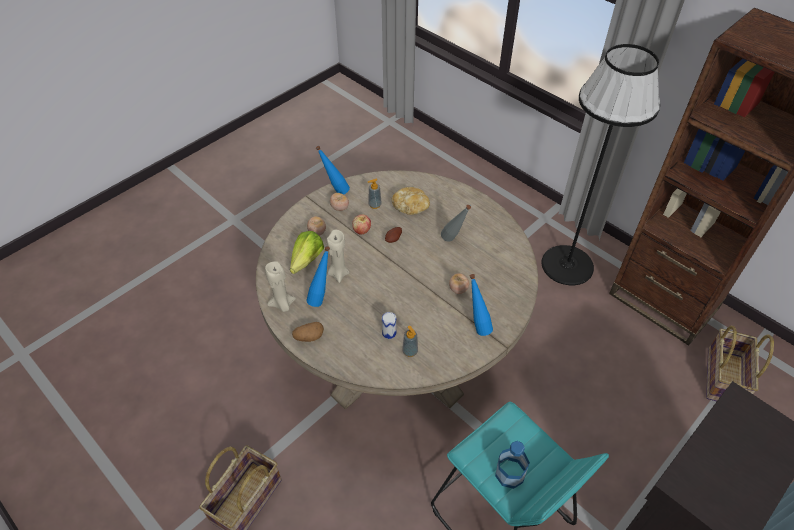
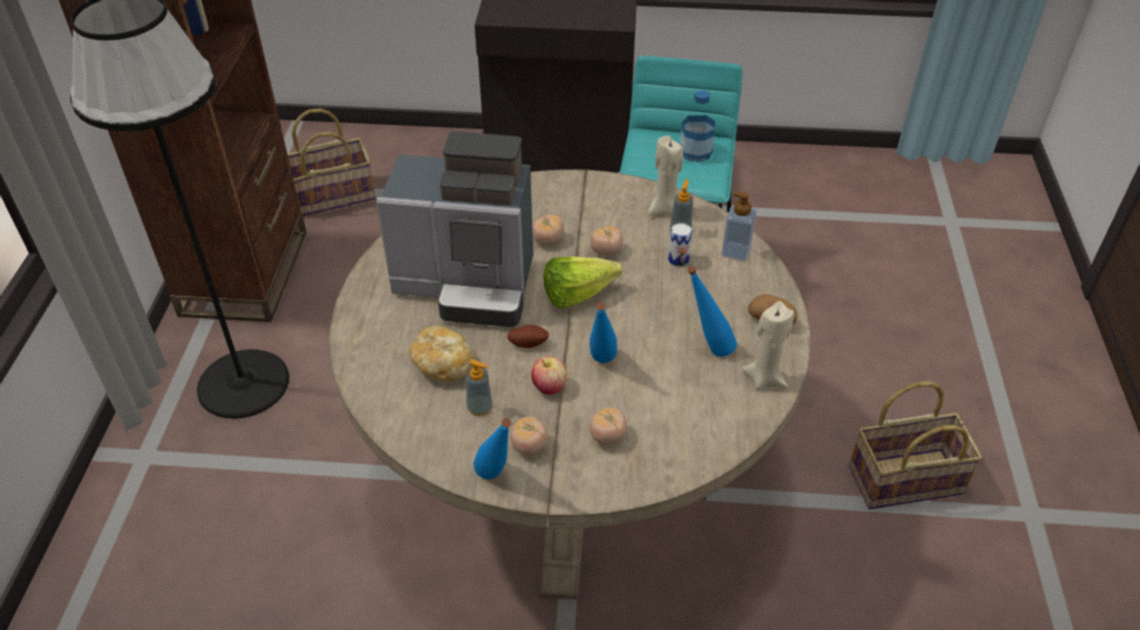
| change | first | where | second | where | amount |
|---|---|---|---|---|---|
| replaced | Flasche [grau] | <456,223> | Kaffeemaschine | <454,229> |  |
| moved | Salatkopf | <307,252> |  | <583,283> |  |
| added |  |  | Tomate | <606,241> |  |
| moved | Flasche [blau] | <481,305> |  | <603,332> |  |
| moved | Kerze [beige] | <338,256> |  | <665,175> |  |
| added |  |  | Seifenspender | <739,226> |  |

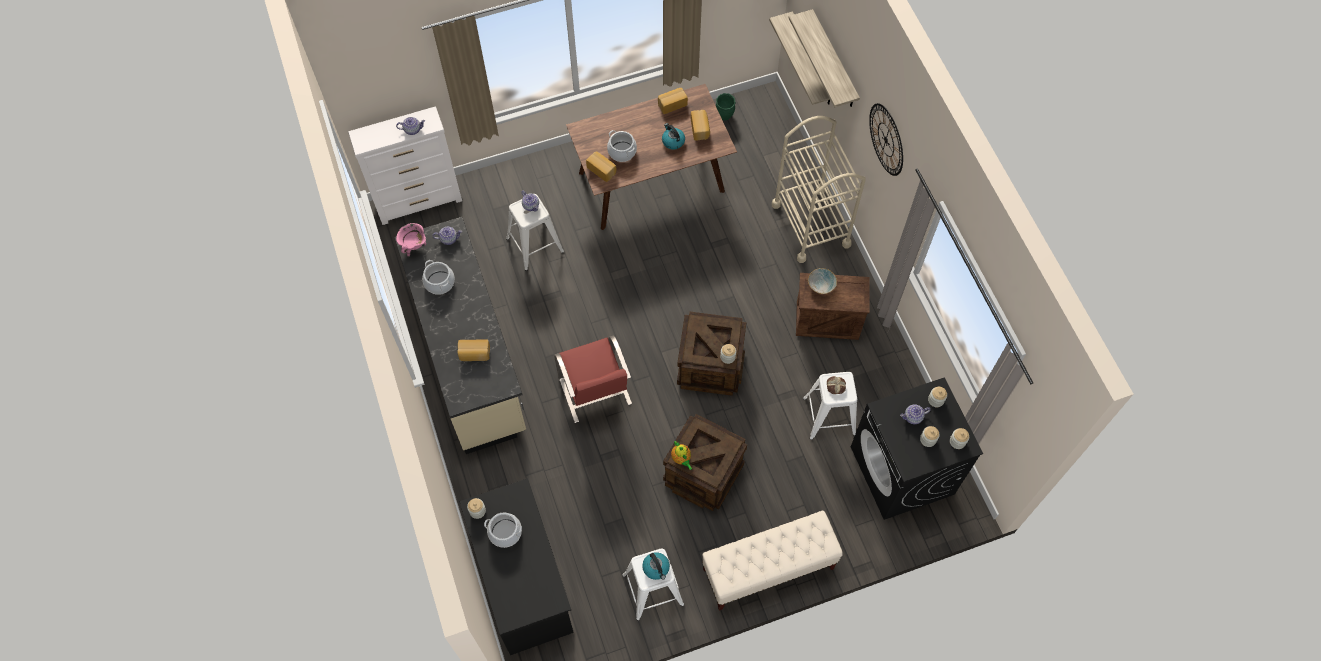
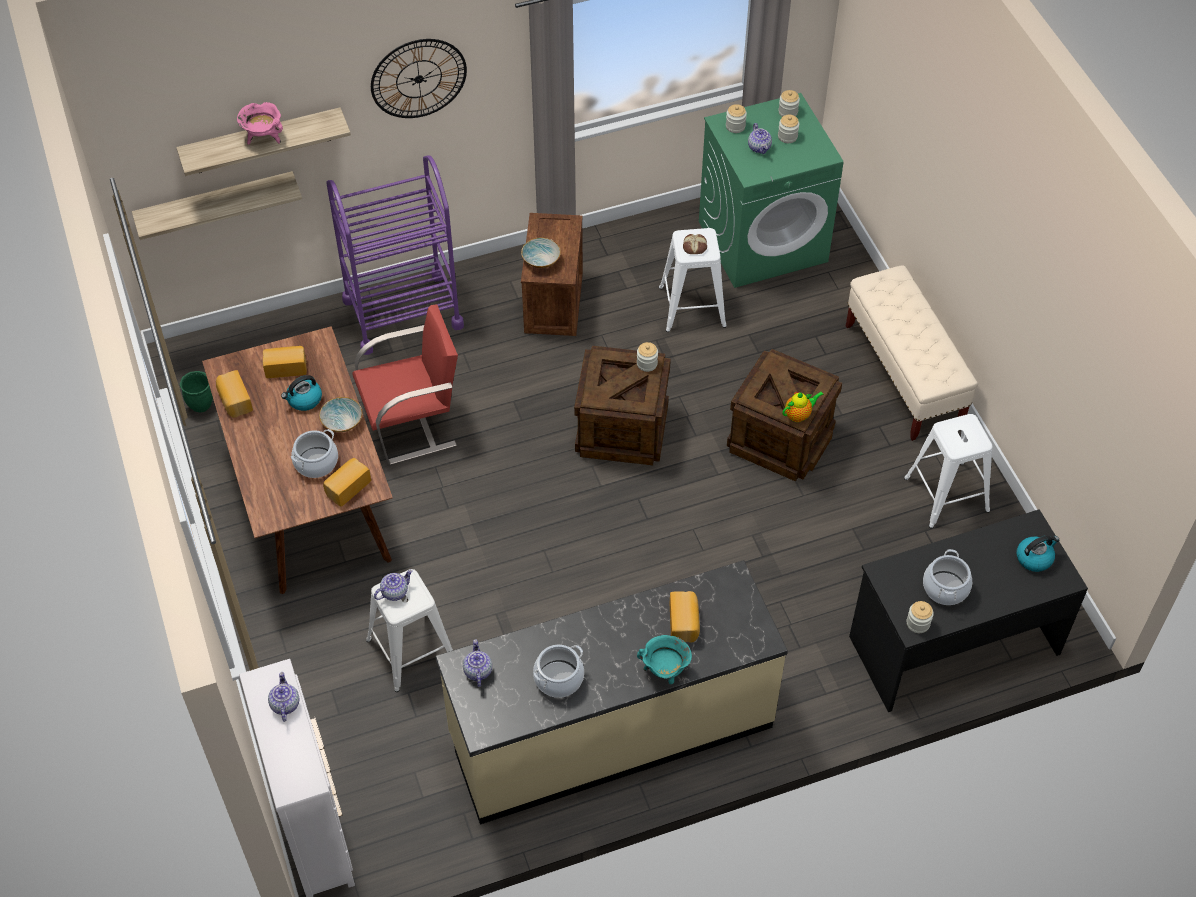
| change | first | where | second | where | amount |
|---|---|---|---|---|---|
| moved | Kochtopf [rosa] | <411,240> |  | <260,123> |  |
| added |  |  | Schüssel | <340,414> |  |
| recoloured | Rollwagen [beige] | <819,189> | Rollwagen [lila] | <395,255> |  |
| moved | Stuhl [rot] | <593,379> |  | <405,385> |  |
| added |  |  | Kochtopf [türkis] | <664,659> |  |
| recoloured | Waschmaschine [schwarz] | <917,448> | Waschmaschine [grün] | <771,190> |  |
| moved | Wasserkessel | <656,566> |  | <1037,553> |  |

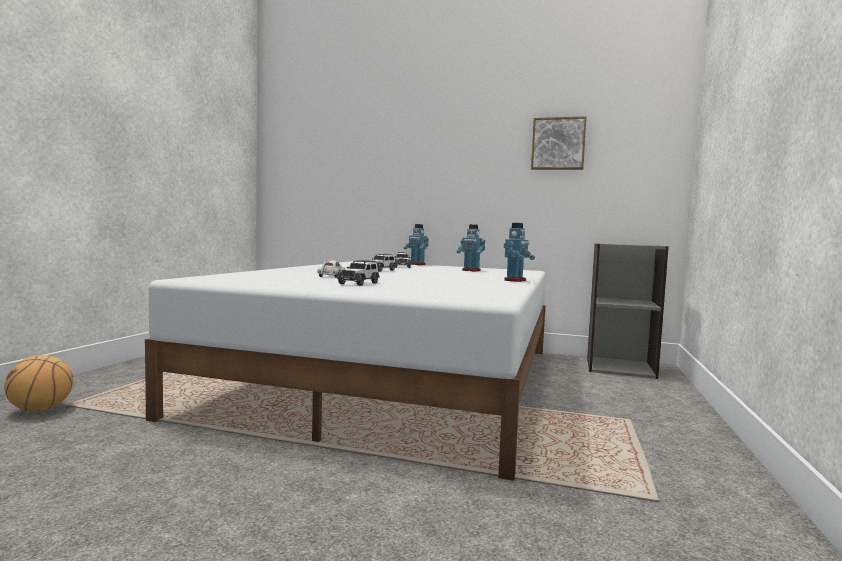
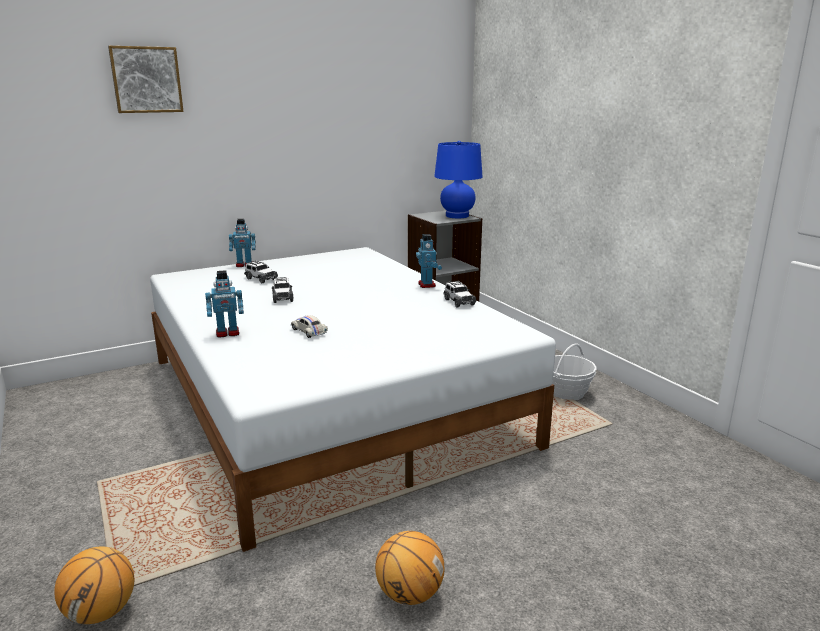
| change | first | where | second | where | amount |
|---|---|---|---|---|---|
| moved | Bild | <559,143> |  | <146,79> |  |
| moved | Spielzeugroboter | <470,248> |  | <224,303> |  |
| added |  |  | Basketball | <409,568> |  |
| added |  |  | Tischlampe [blau] | <458,179> |  |
| moved | Spielzeugauto | <358,273> |  | <459,294> |  |
| added |  |  | Korb | <574,371> |  |

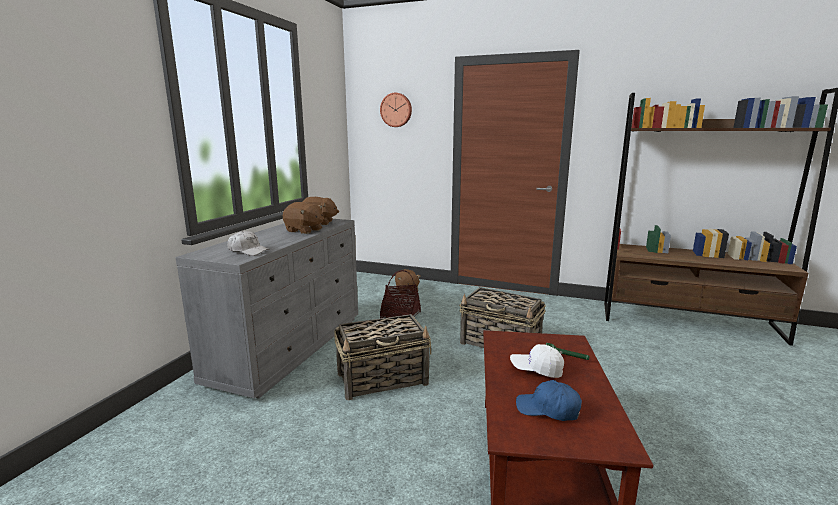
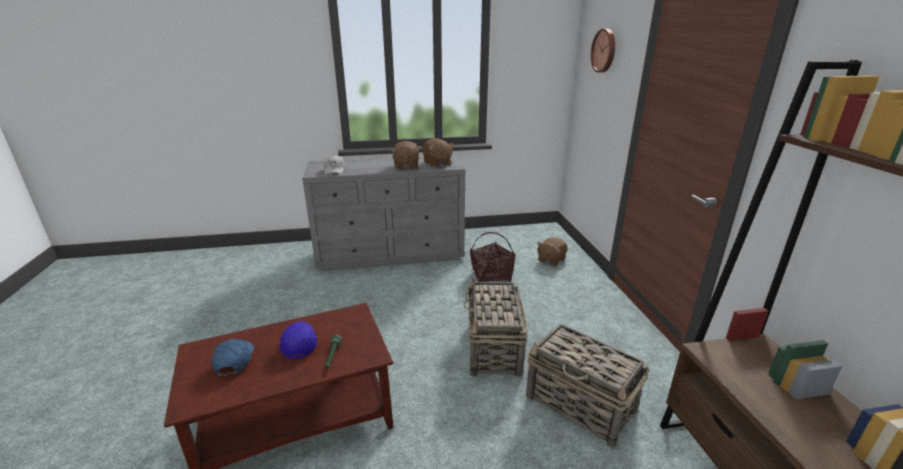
| change | first | where | second | where | amount |
|---|---|---|---|---|---|
| recoloured | Kappe [weiß] | <537,361> | Kappe [blau] | <298,340> |  |
| moved | Korb | <382,357> |  | <587,385> |  |

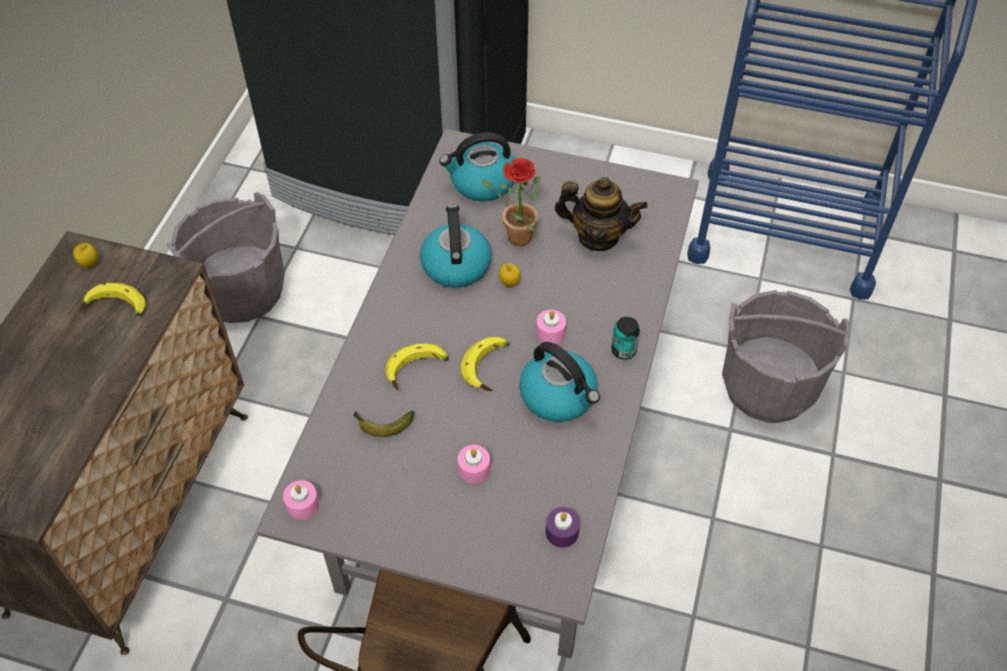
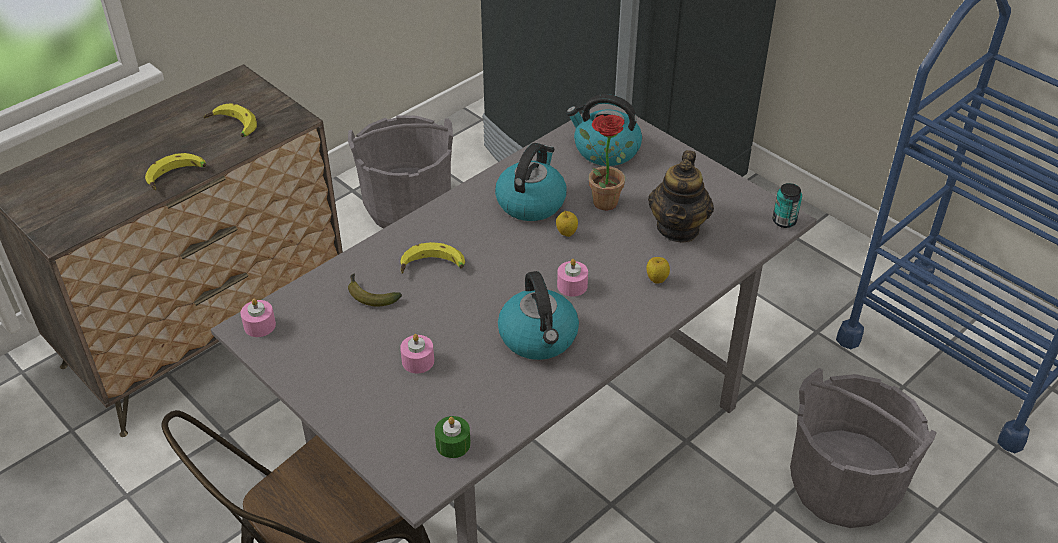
| change | first | where | second | where | amount |
|---|---|---|---|---|---|
| moved | Banane | <485,363> |  | <175,172> |  |
| recoloured | Kerze [lila] | <563,527> | Kerze [grün] | <453,437> |  |
| moved | Apfel | <85,255> |  | <658,270> |  |
| turned | Teekanne | <601,214> |  | <681,196> | 60 degrees clockwise |
| moved | Dose | <625,338> |  | <787,205> |  |

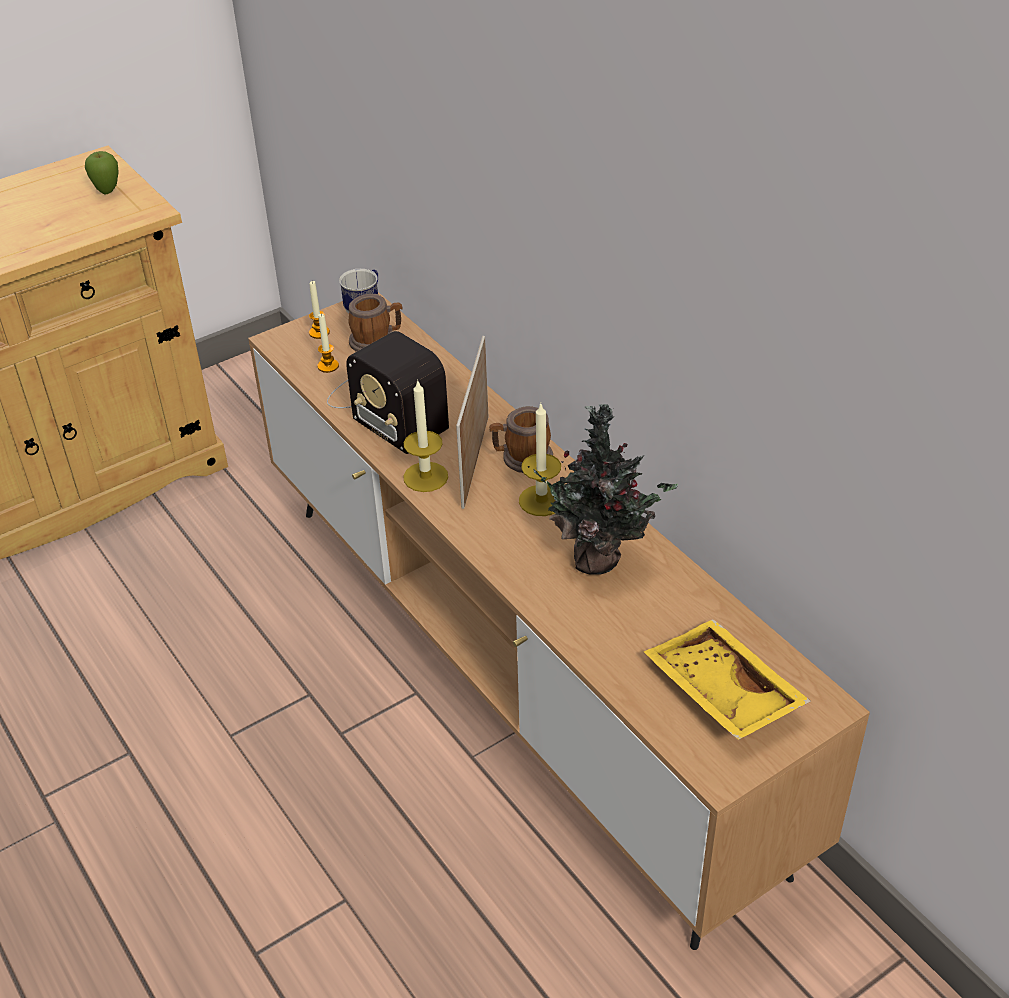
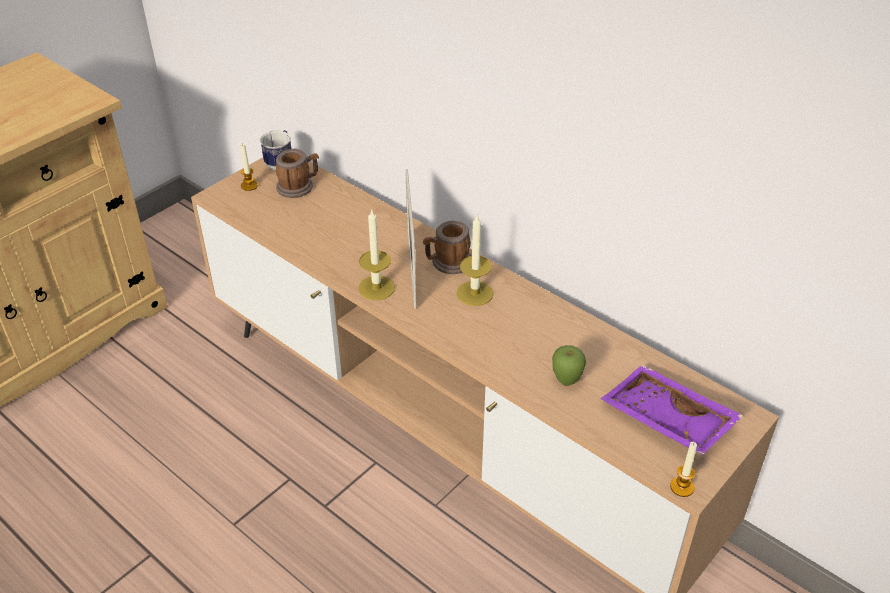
| change | first | where | second | where | amount |
|---|---|---|---|---|---|
| moved | Apfel | <102,172> |  | <569,365> |  |
| recoloured | Tablett [gelb] | <727,679> | Tablett [lila] | <672,410> |  |
| moved | Kerze | <328,343> |  | <683,469> |  |
| removed | Radio | <388,392> |  |  |  |
| removed | Topfpflanze | <603,489> |  |  |  |

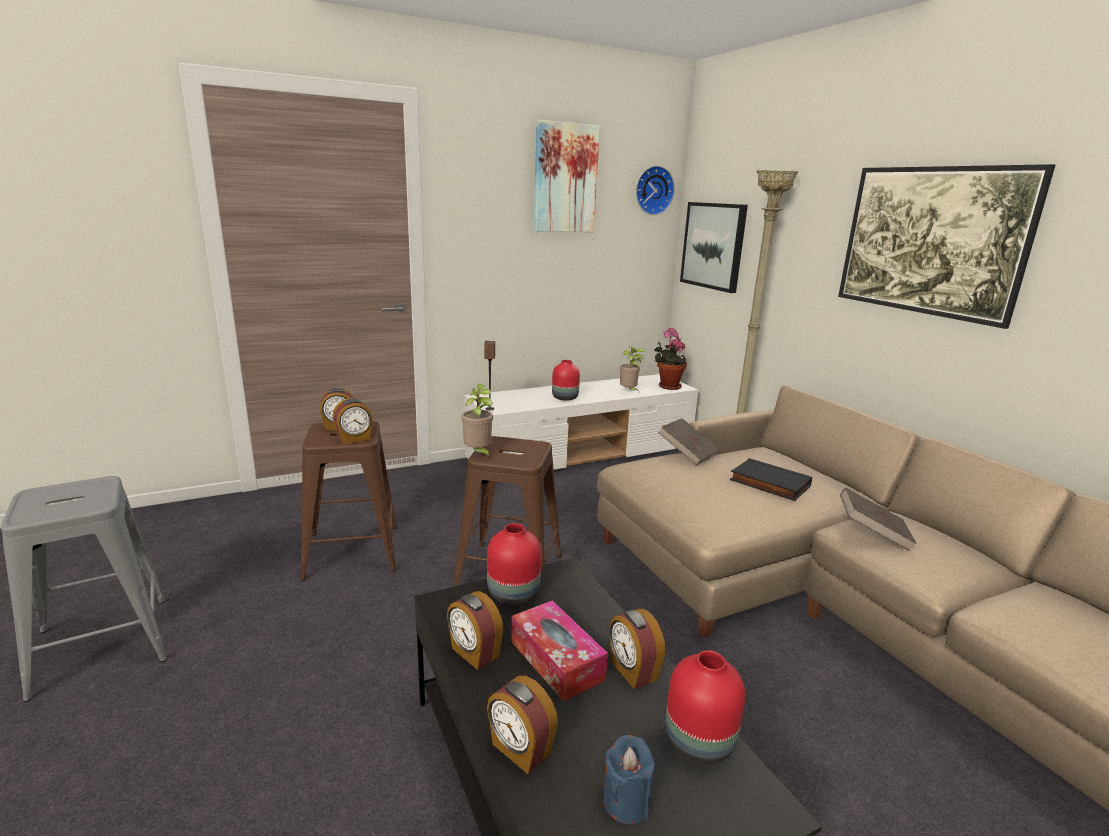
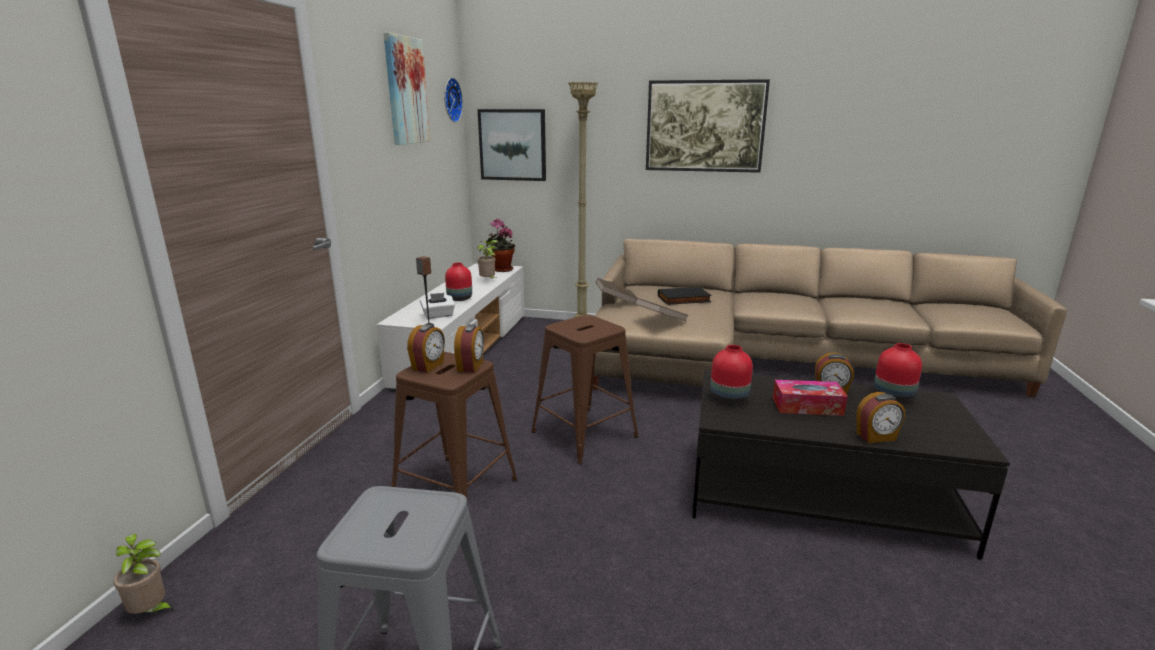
| change | first | where | second | where | amount |
|---|---|---|---|---|---|
| moved | Topfpflanze | <477,422> |  | <143,574> |  |
| added |  |  | Taschentuchbox [weiß] | <437,306> |  |
| moved | Buch [braun] | <878,519> |  | <661,309> |  |
| removed | Wecker | <475,630> |  |  |  |
| removed | Kerze [blau] | <629,779> |  |  |  |

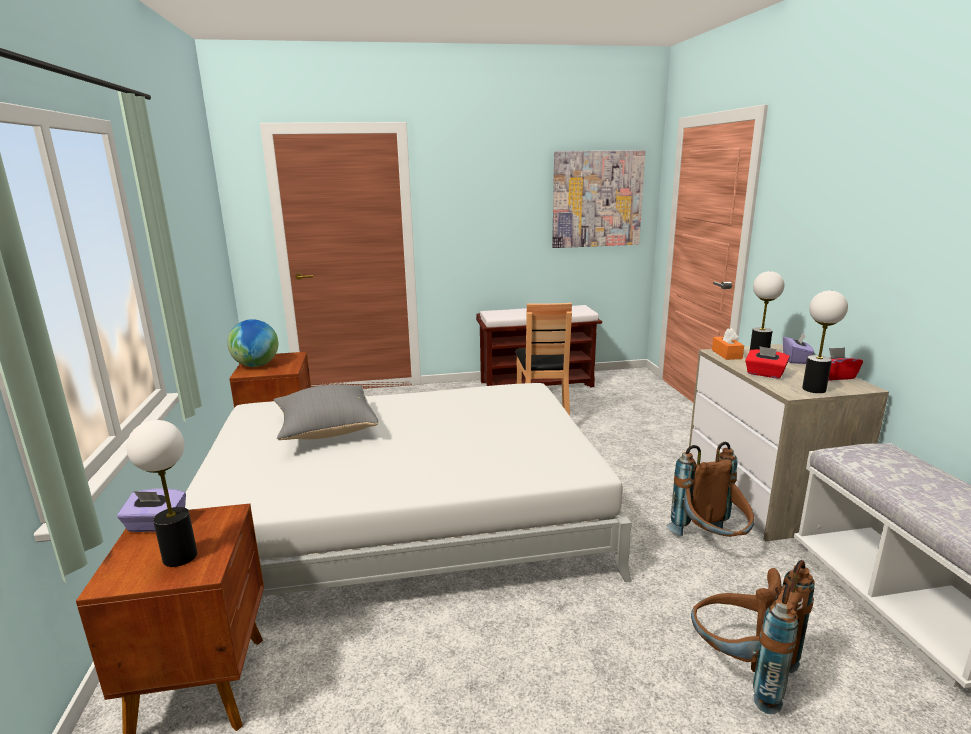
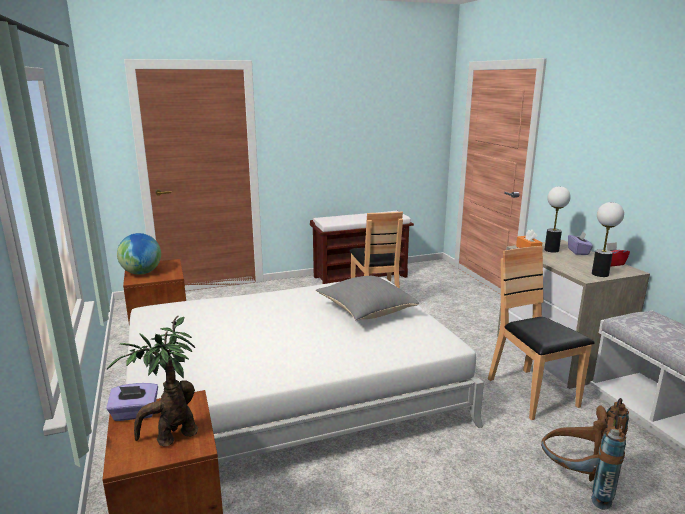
| change | first | where | second | where | amount |
|---|---|---|---|---|---|
| replaced | Tischlampe | <162,493> | Topfpflanze | <152,380> |  |
| moved | Kissen [grau] | <326,412> |  | <367,298> |  |
| replaced | Rucksack [braun] | <711,489> | Stuhl [braun] | <541,333> |  |
| removed | Bild | <598,199> |  |  |  |
| removed | Taschentuchbox [rot] | <767,362> |  |  |  |

